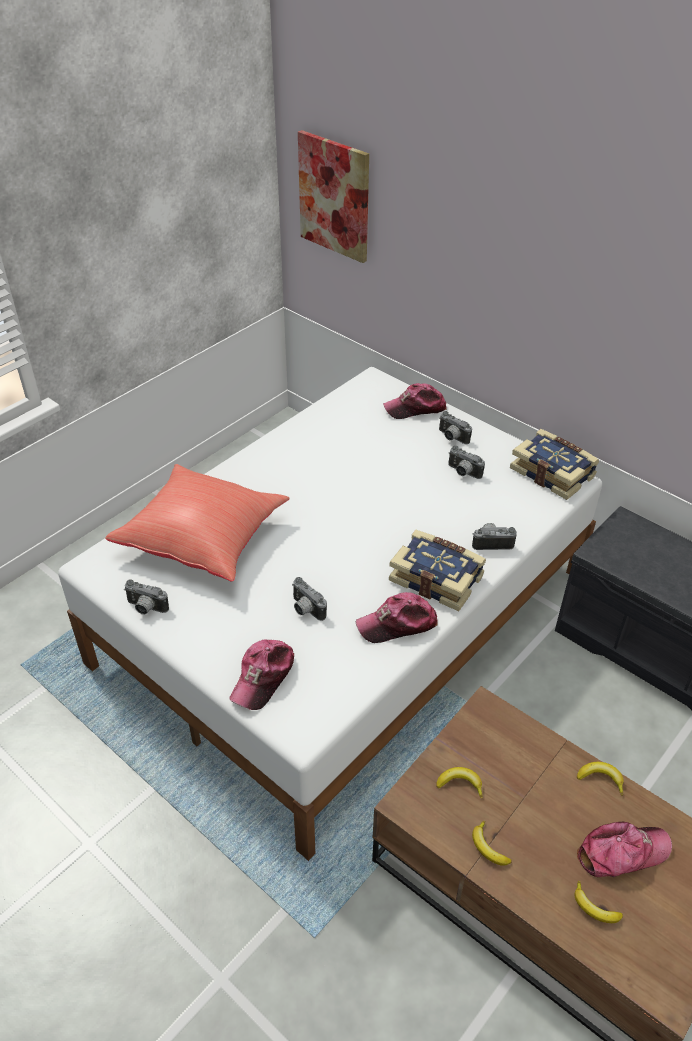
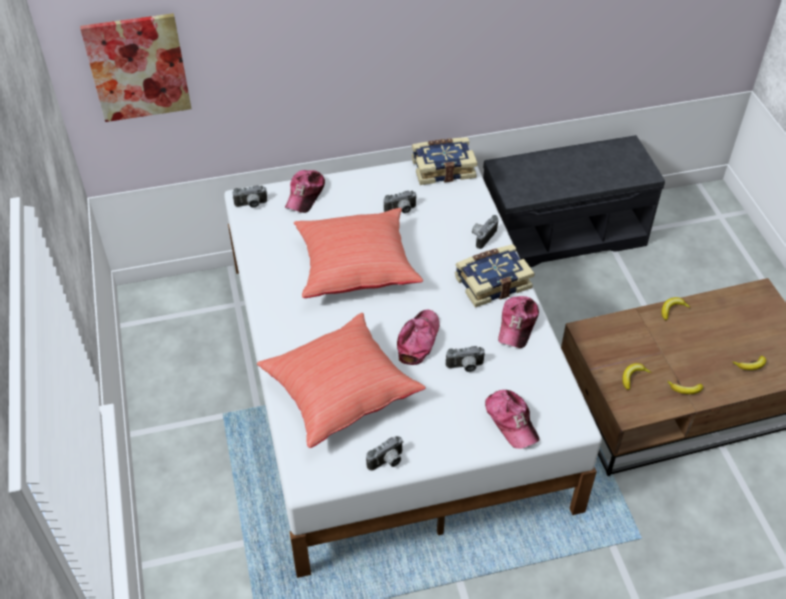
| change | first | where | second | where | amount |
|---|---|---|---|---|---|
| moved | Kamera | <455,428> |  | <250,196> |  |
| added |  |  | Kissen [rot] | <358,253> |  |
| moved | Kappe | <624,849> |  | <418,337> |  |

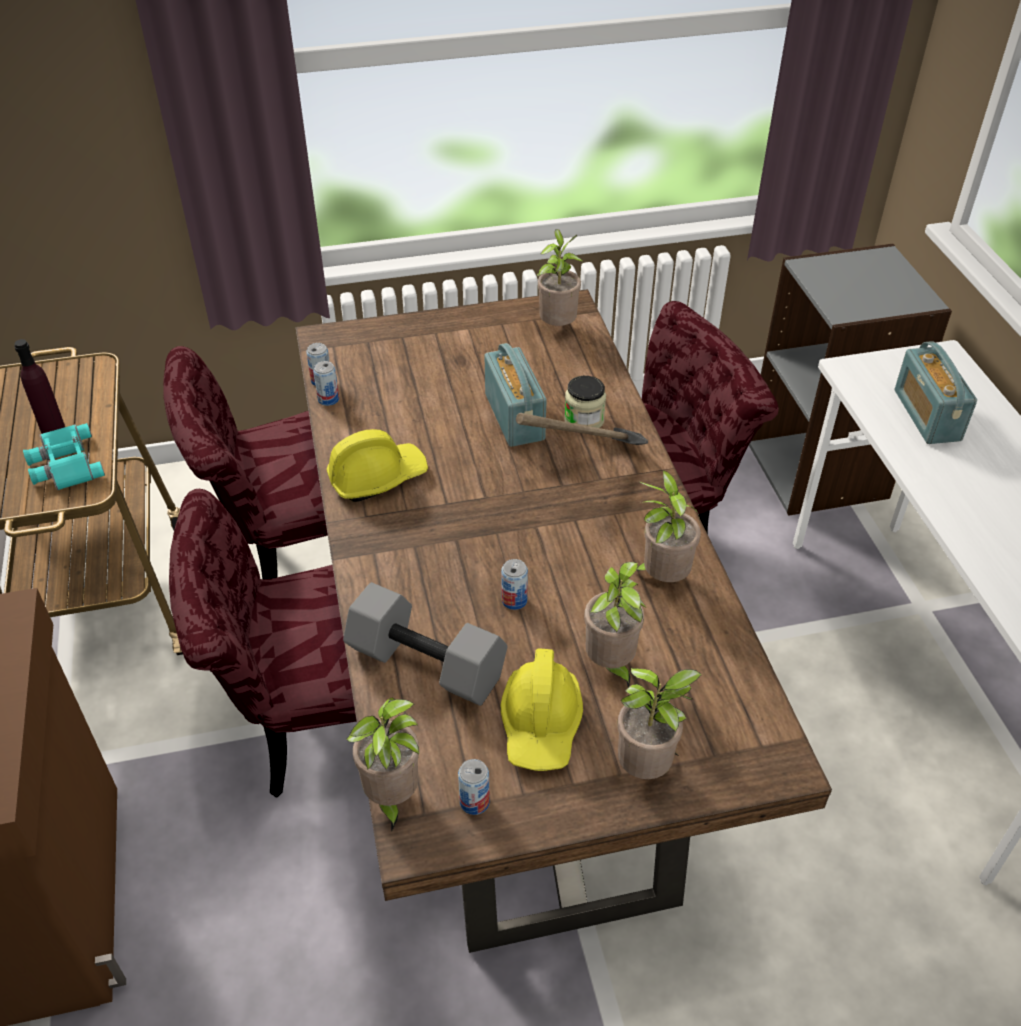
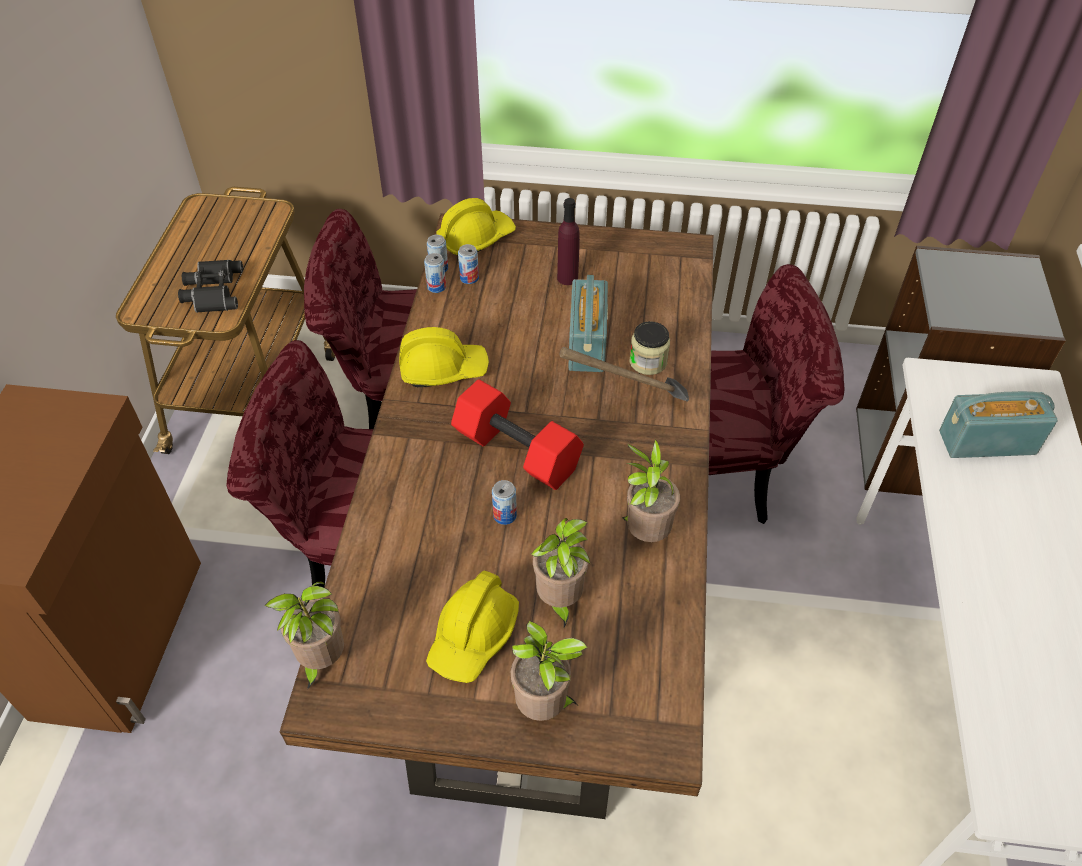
| change | first | where | second | where | amount |
|---|---|---|---|---|---|
| recoloured | Fernglas [türkis] | <64,456> | Fernglas [schwarz] | <210,286> |  |
| added |  |  | Schutzhelm [gelb] | <476,227> |  |
| added |  |  | Hantel [rot] | <517,434> |  |
| moved | Dose | <474,787> |  | <468,264> |  |
| moved | Flasche [lila] | <39,386> |  | <568,241> |  |
| turned | Radio | <936,392> |  | <998,424> | 75 degrees clockwise |
| removed | Hantel [grau] | <425,644> |  |  |  |
| removed | Topfpflanze | <559,277> |  |  |  |

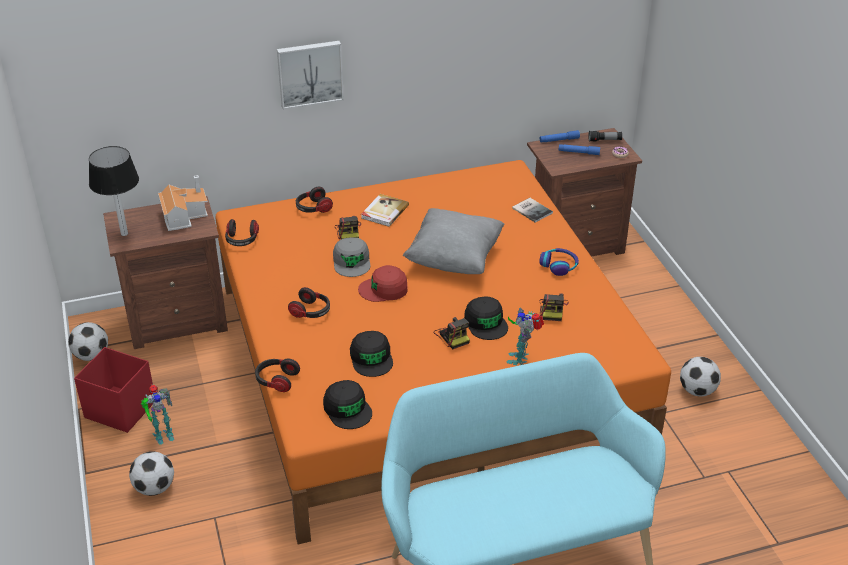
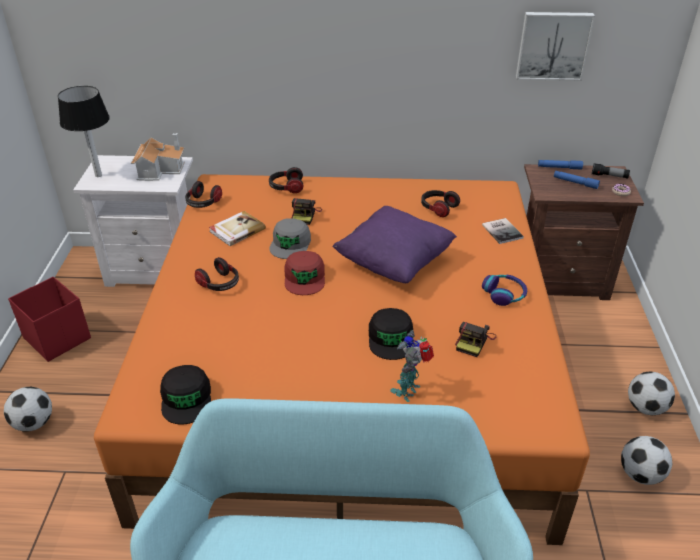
| change | first | where | second | where | amount |
|---|---|---|---|---|---|
| recoloured | Nachttisch [braun] | <165,272> | Nachttisch [weiß] | <133,221> |  |
| moved | Buch | <385,210> |  | <237,228> |  |
| turned | Kappe [rot] | <383,283> |  | <304,273> | 105 degrees counterclockwise |
| recoloured | Kissen [grau] | <454,241> | Kissen [lila] | <394,244> |  |
| moved | Kopfhörer | <277,375> |  | <440,203> |  |
| moved | Bild | <310,75> |  | <555,46> |  |
| moved | Fußball | <88,341> |  | <651,393> |  |
| removed | Spielzeugroboter | <157,414> |  |  |  |
| removed | Kappe [schwarz] | <371,354> |  |  |  |
| removed | Kamera | <452,333> |  |  |  |

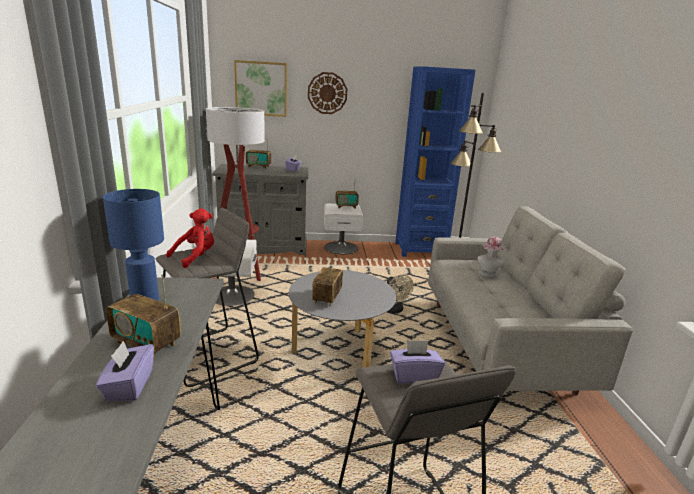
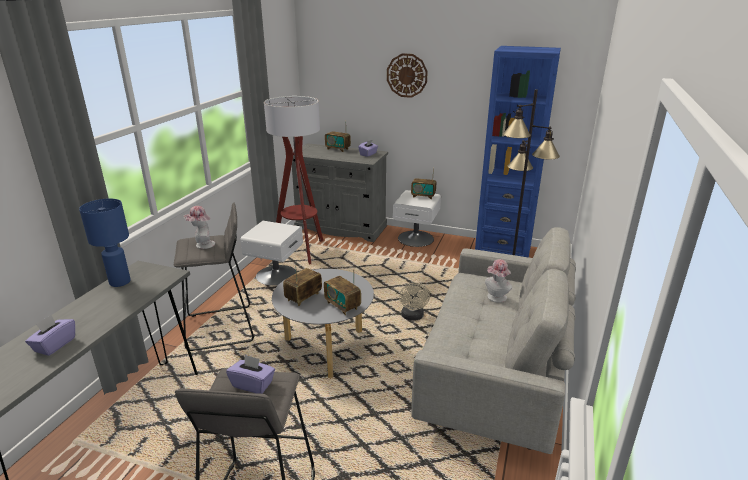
| change | first | where | second | where | amount |
|---|---|---|---|---|---|
| replaced | Plüschtier [rot] | <190,238> | Hut | <199,227> |  |
| moved | Radio | <143,317> |  | <342,292> |  |
| removed | Bild | <260,88> |  |  |  |

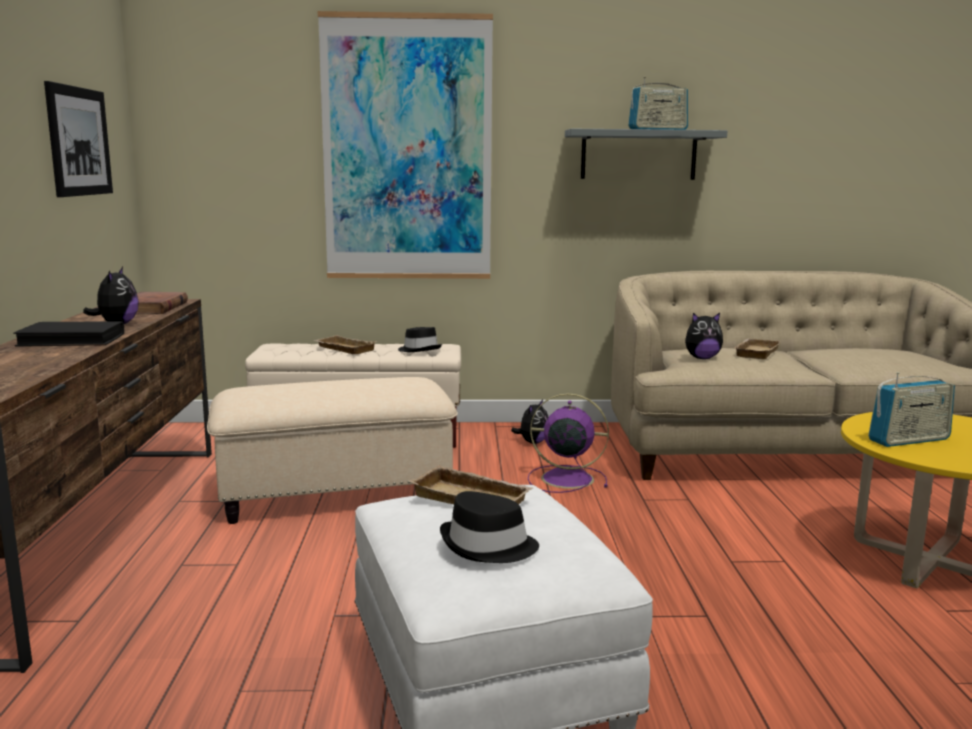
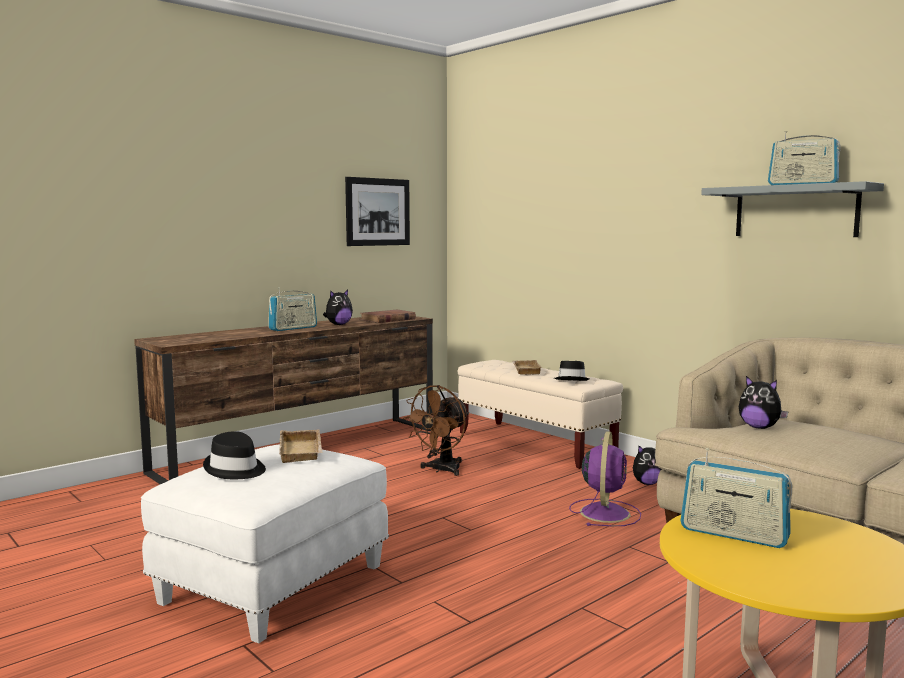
| change | first | where | second | where | amount |
|---|---|---|---|---|---|
| replaced | Buch [schwarz] | <68,334> | Radio | <292,309> |  |
| replaced | Polsterhocker [beige] | <332,450> | Ventilator [braun] | <436,430> |  |
| turned | Ventilator [lila] | <568,443> |  | <605,478> | 45 degrees clockwise |
| removed | Bild | <405,145> |  |  |  |
| removed | Tablett [beige] | <757,349> |  |  |  |

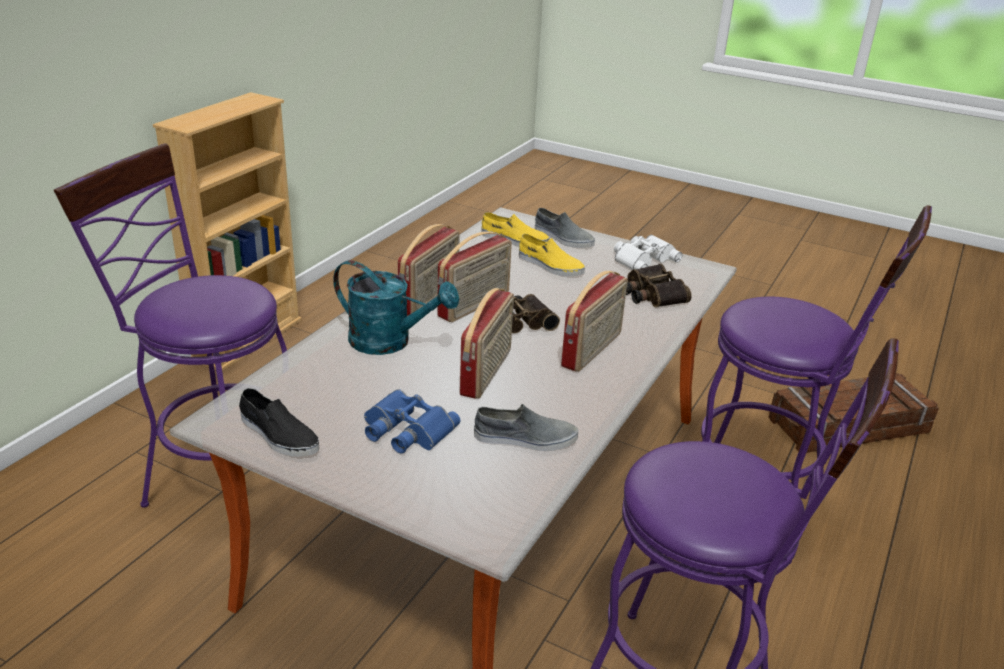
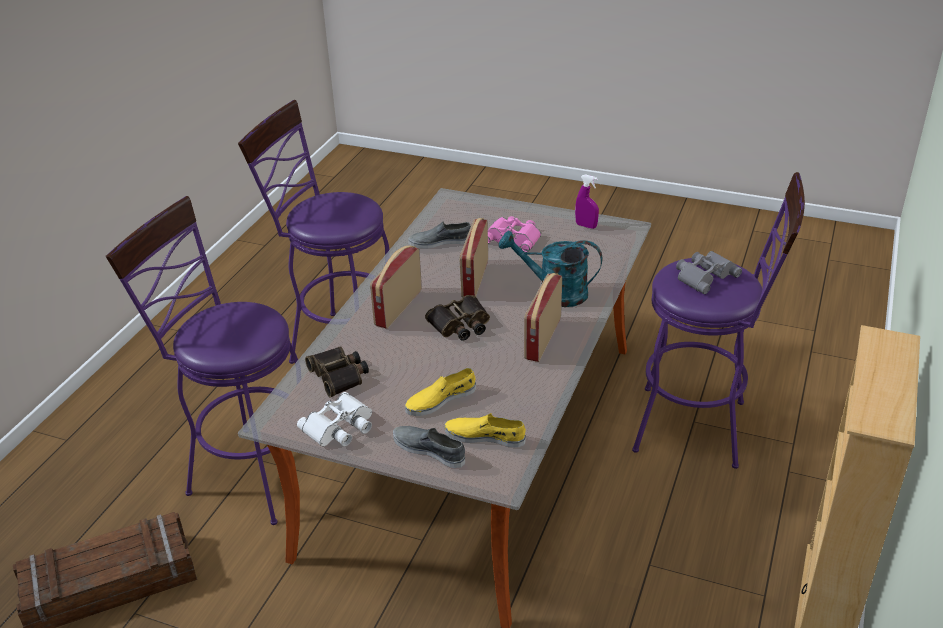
| change | first | where | second | where | amount |
|---|---|---|---|---|---|
| turned | Schuh [gelb] | <552,255> |  | <440,392> | 60 degrees counterclockwise |
| recoloured | Fernglas [blau] | <412,421> | Fernglas [rosa] | <514,234> |  |
| replaced | Schuh [schwarz] | <279,422> | Sprühflasche [lila] | <587,201> |  |
| added |  |  | Fernglas [grau] | <709,272> |  |
| removed | Radio | <474,276> |  |  |  |

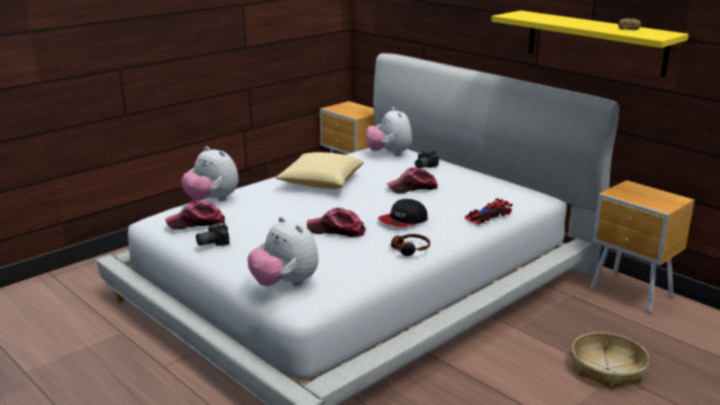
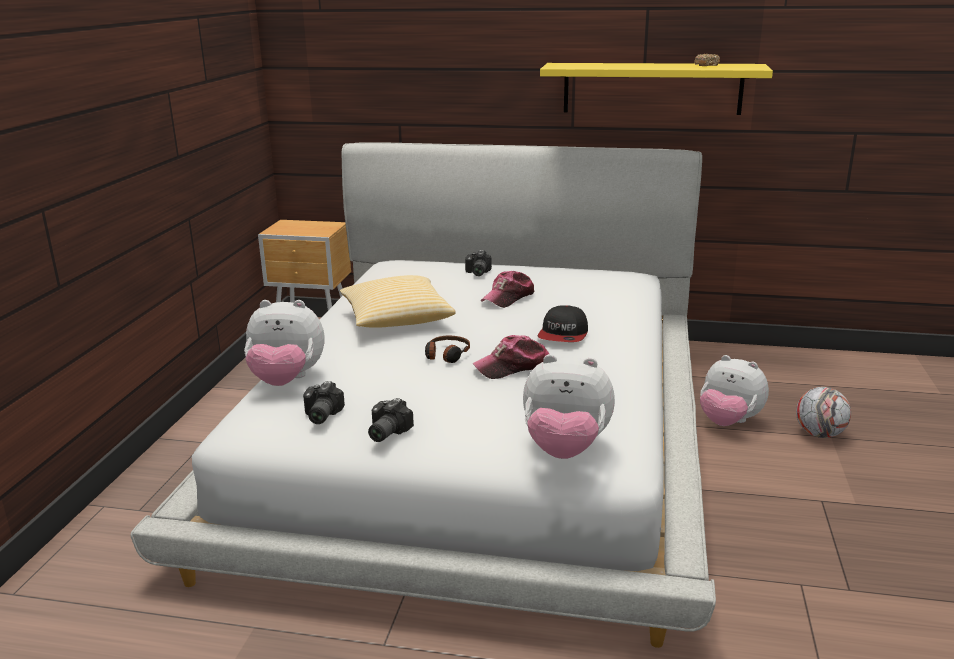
| change | first | where | second | where | amount |
|---|---|---|---|---|---|
| replaced | Kappe | <195,215> | Kamera | <324,402> |  |
| moved | Kopfhörer | <409,245> |  | <447,349> |  |
| moved | Plüschtier | <389,131> |  | <734,390> |  |
| replaced | Korb | <610,360> | Fußball | <823,412> |  |
| removed | Spielzeugauto | <488,211> |  |  |  |
| removed | Nachttisch [braun] | <642,246> |  |  |  |

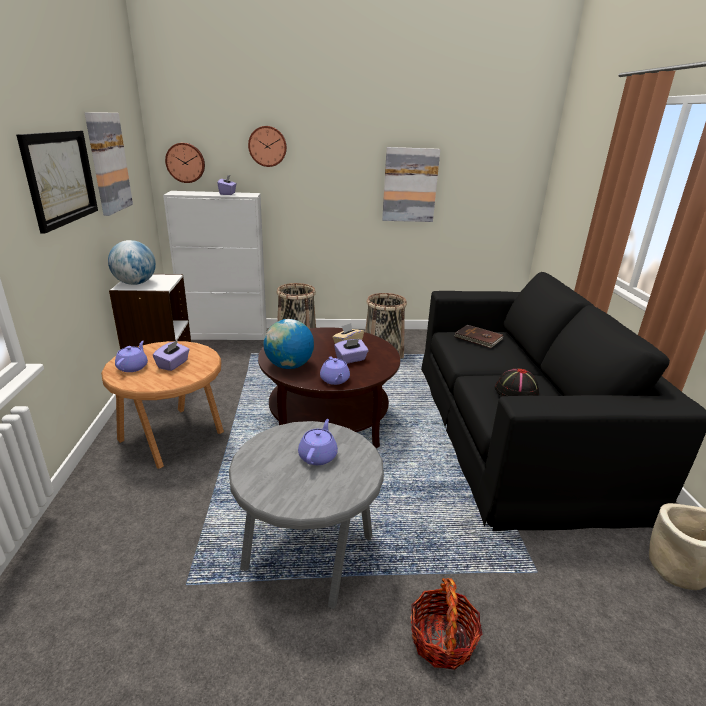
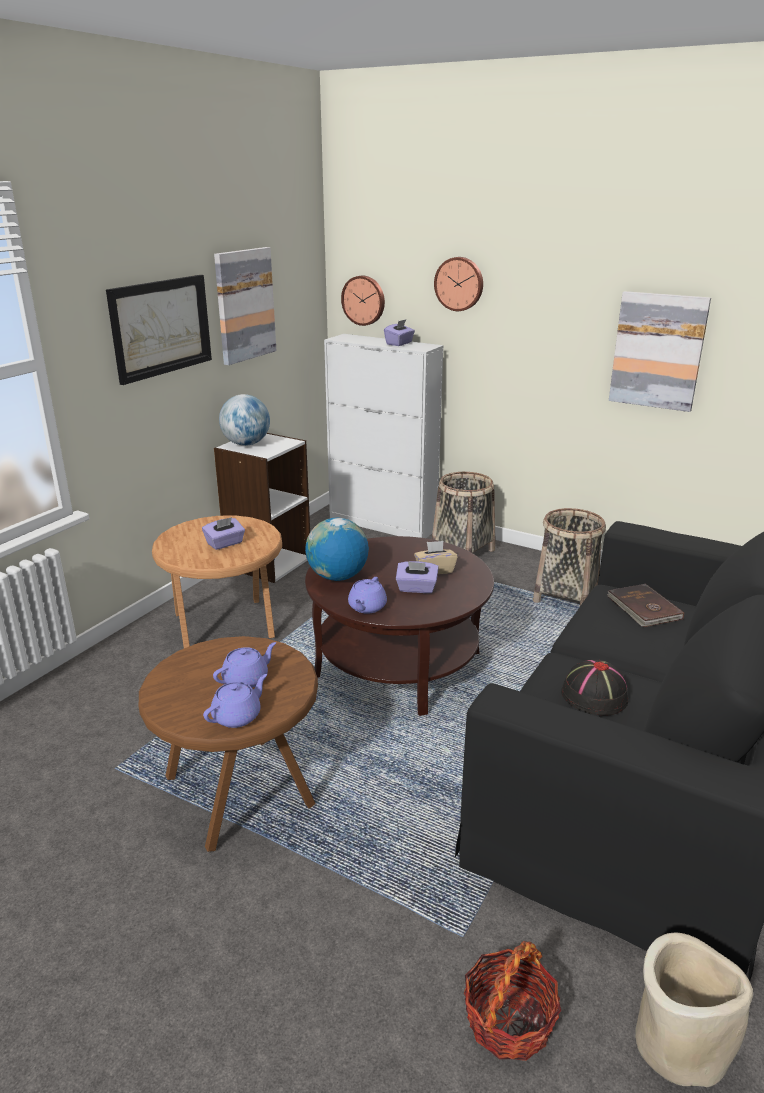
| change | first | where | second | where | amount |
|---|---|---|---|---|---|
| recoloured | Beistelltisch [grau] | <306,515> | Beistelltisch [braun] | <228,744> |  |
| moved | Teekanne [lila] | <131,356> |  | <235,701> |  |
| moved | Korb | <446,624> |  | <512,1001> |  |

